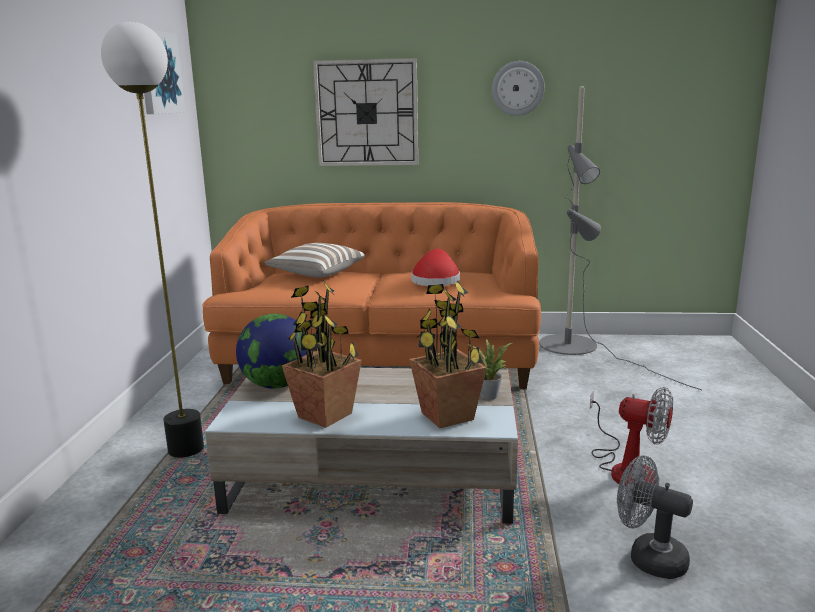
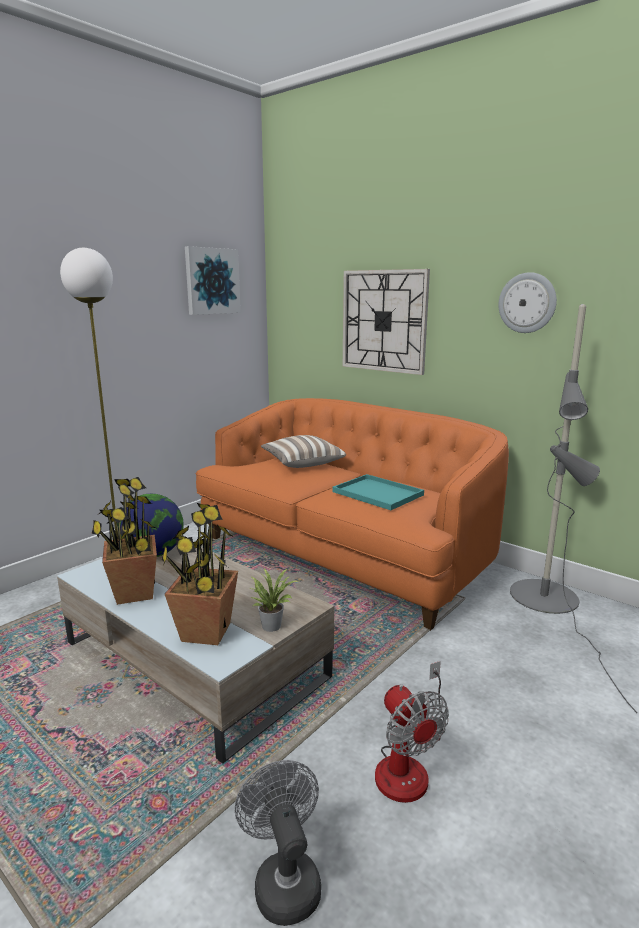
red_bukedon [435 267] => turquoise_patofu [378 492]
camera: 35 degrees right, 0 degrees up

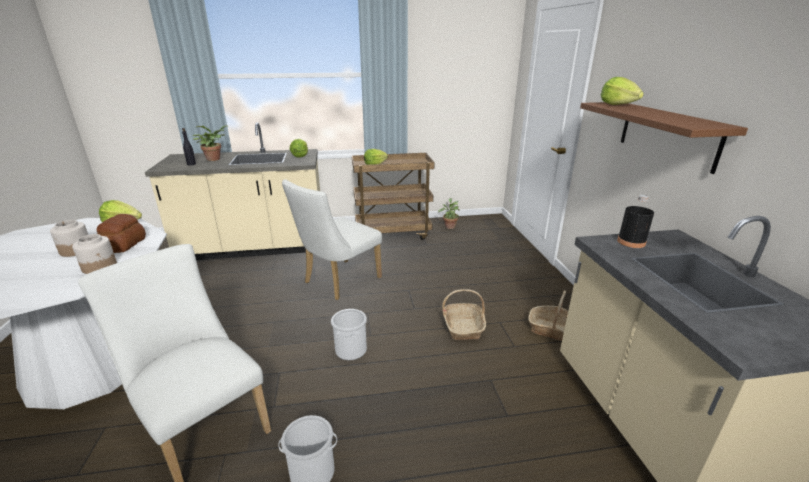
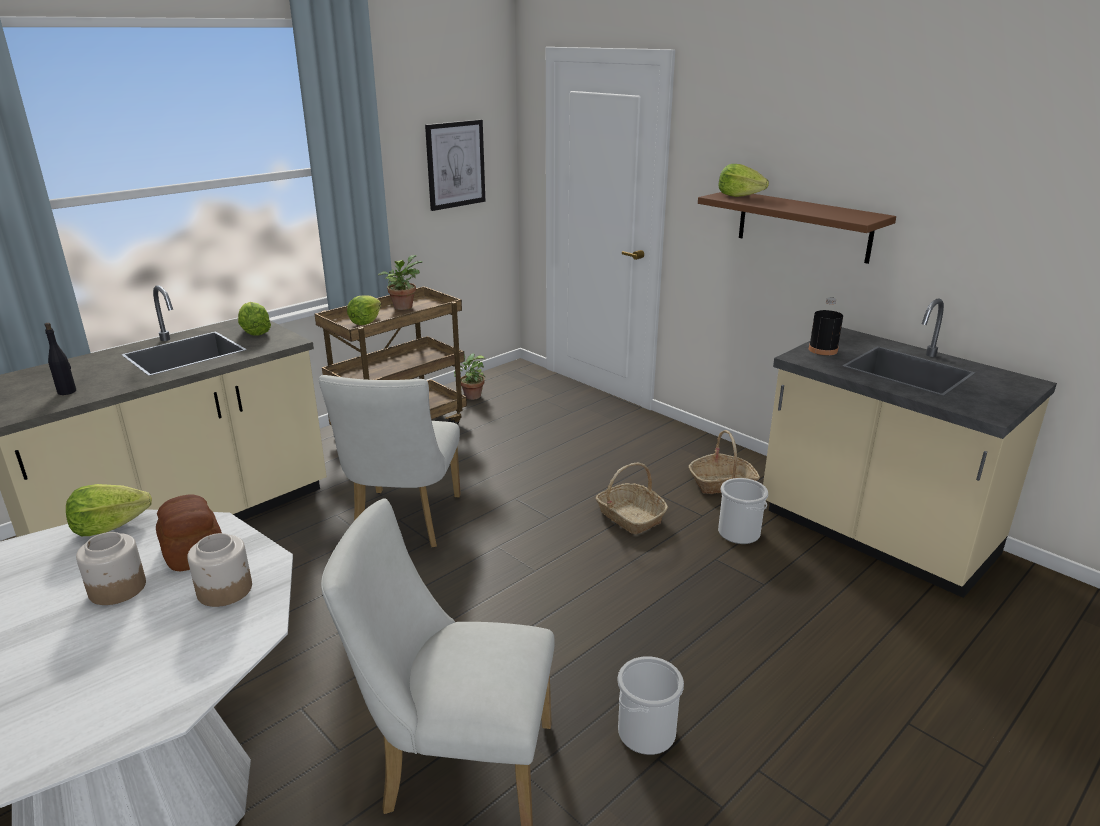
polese [211 143] => polese [400 282], move
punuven [349 334] => punuven [743 511], move
nothing => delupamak [455 165]
camera: 35 degrees left, 0 degrees up

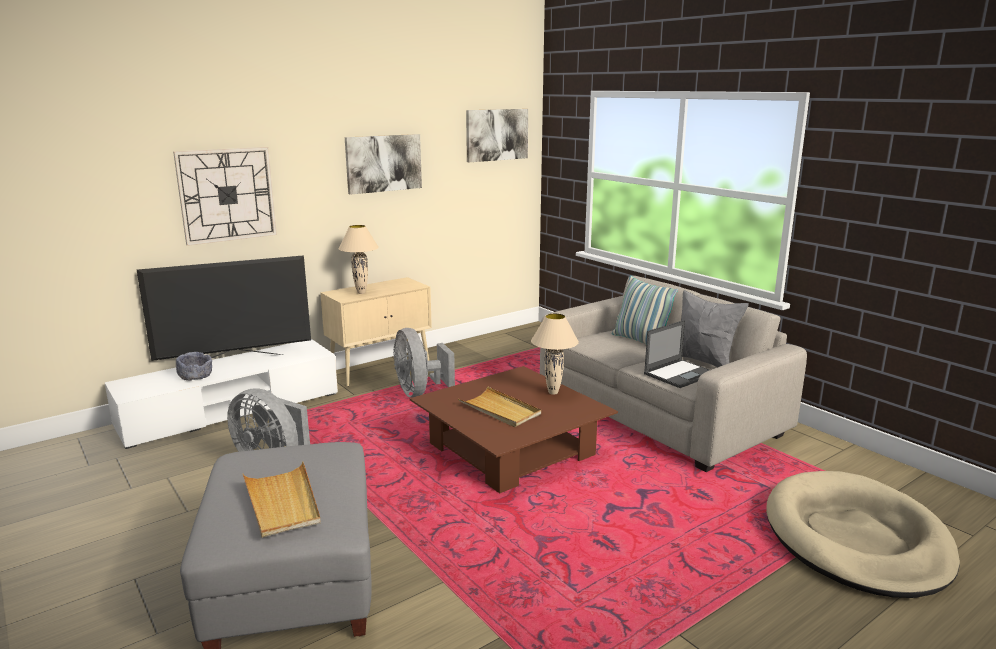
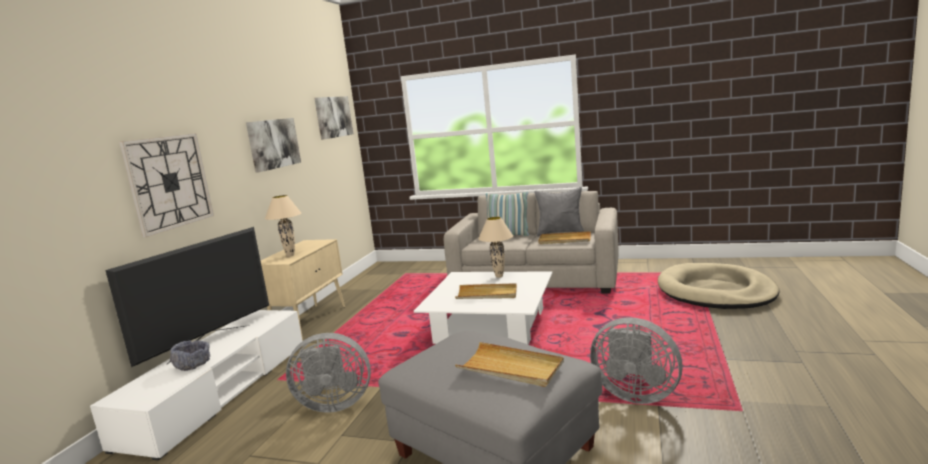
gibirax [676 354] => beige_patofu [564 237]
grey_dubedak [424 362] => grey_dubedak [636 361], move
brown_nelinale [514 429] => white_nelinale [483 308]
camera: 35 degrees left, 5 degrees down

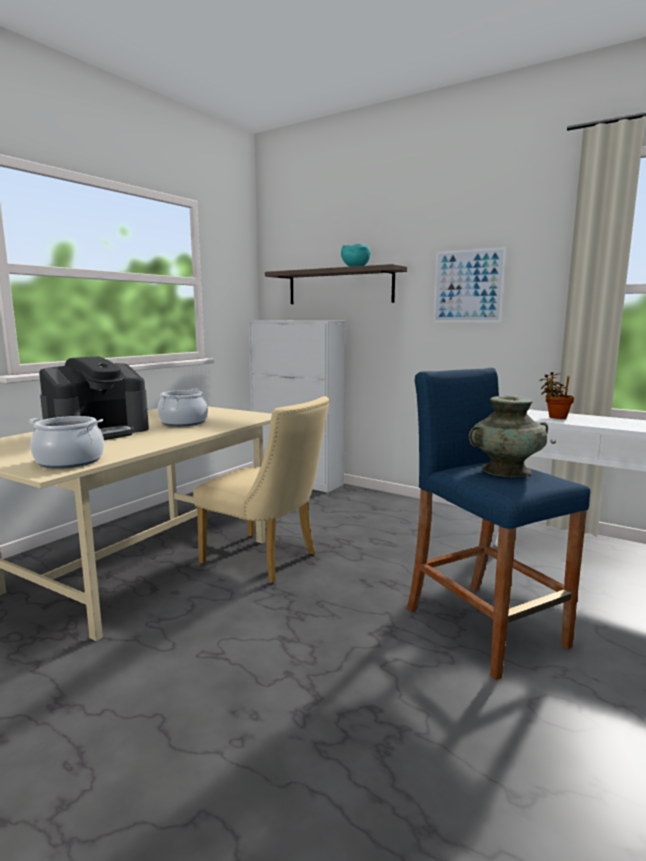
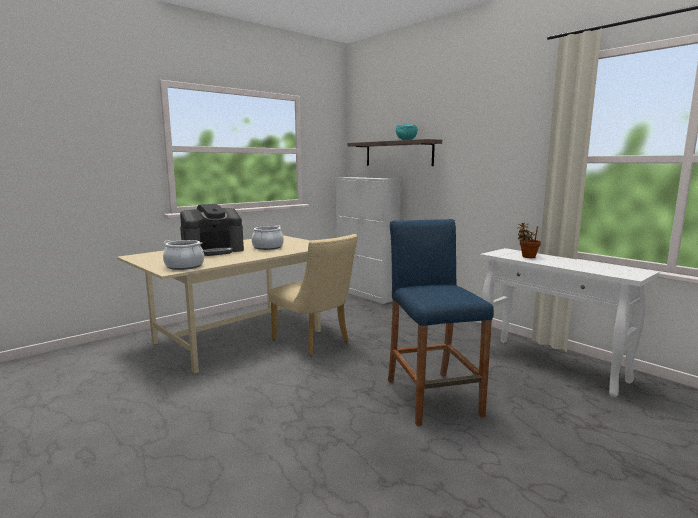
delupamak [470 285] => nothing
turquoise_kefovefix [508 436] => nothing
camera: 15 degrees right, 0 degrees up

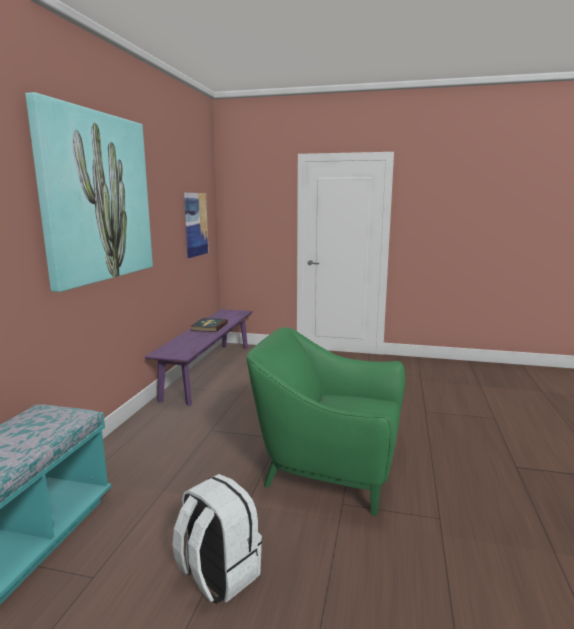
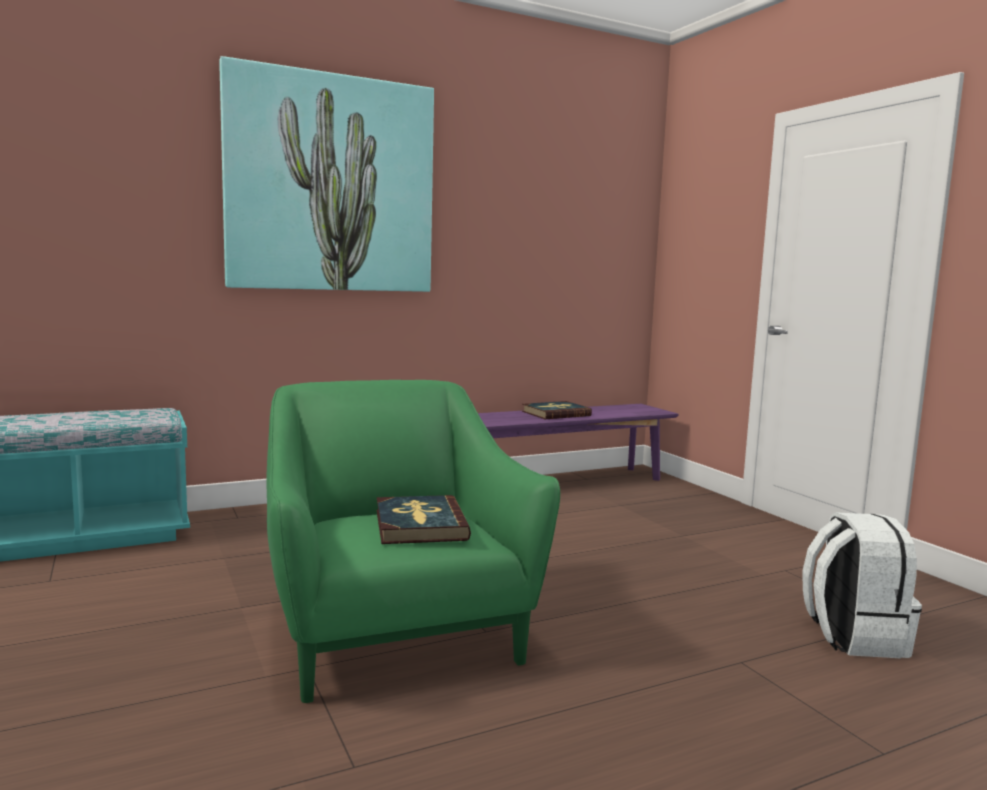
delupamak [196 225] => nothing
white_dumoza [217 539] => white_dumoza [862 585], move
nothing => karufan [424 519]
camera: 50 degrees right, 5 degrees down

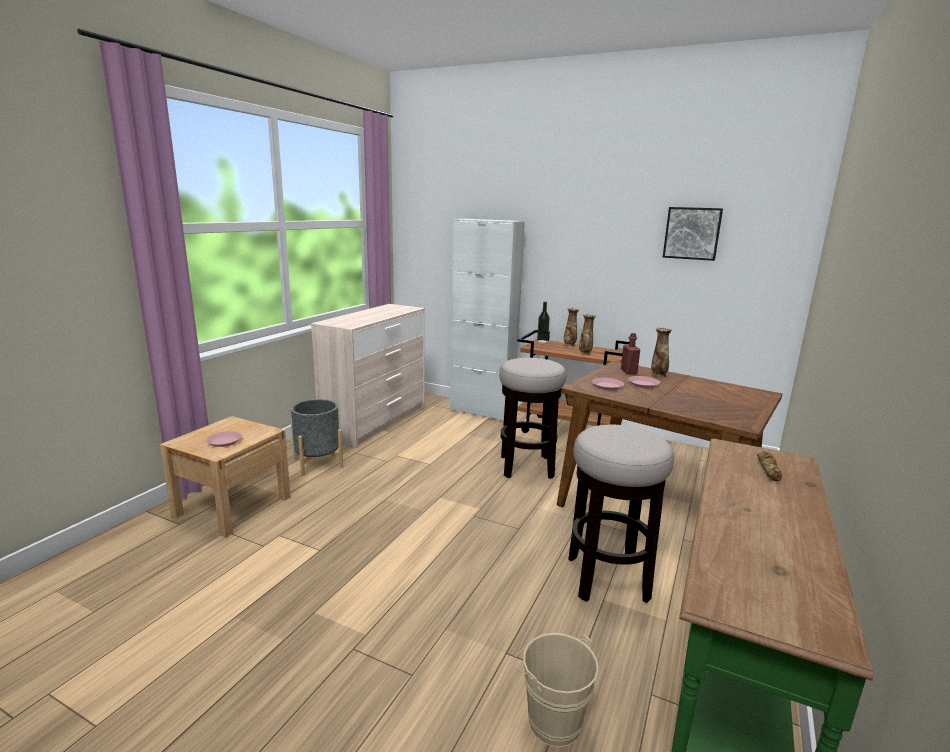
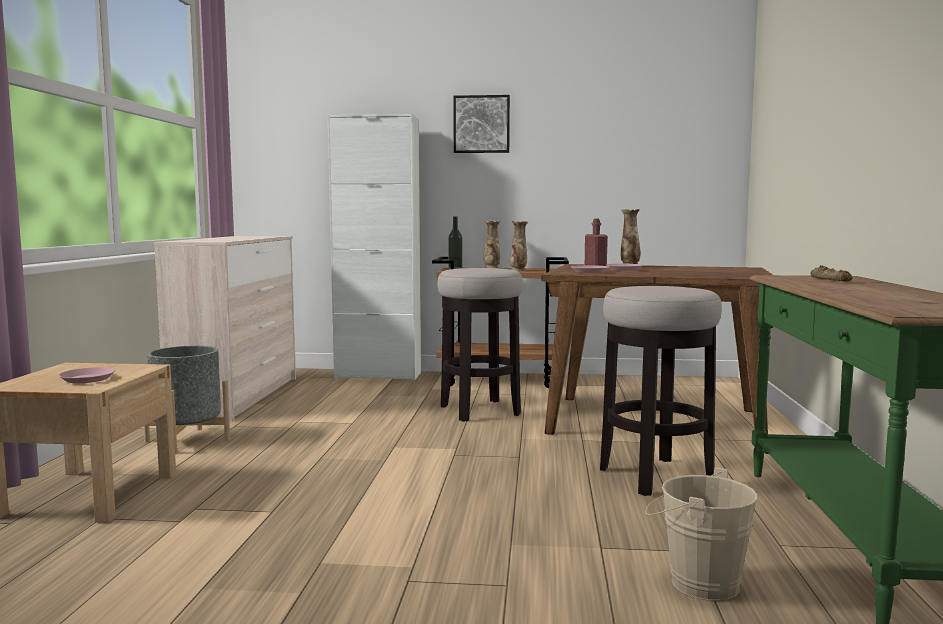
delupamak [693 234] => delupamak [481 124], move
camera: 20 degrees left, 10 degrees down

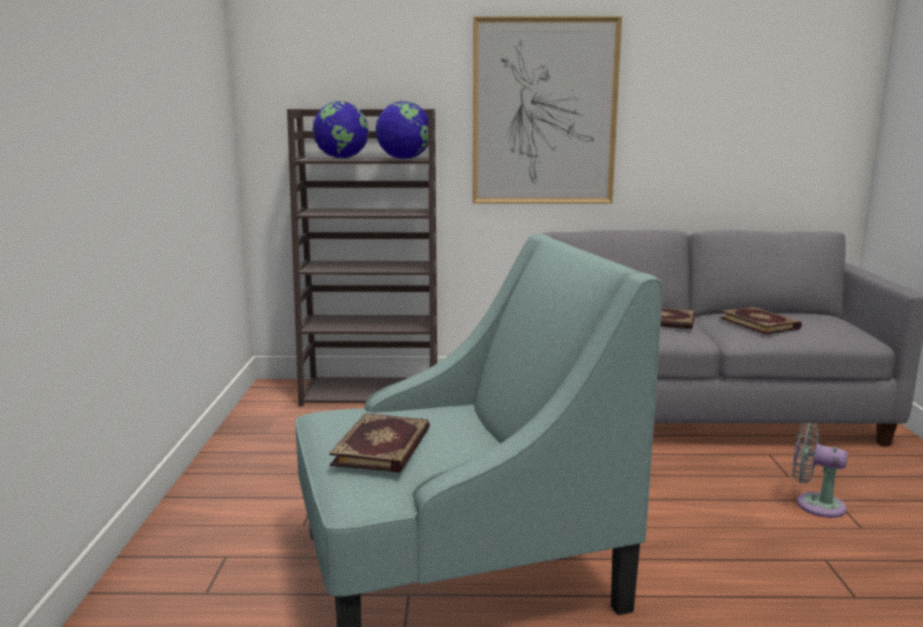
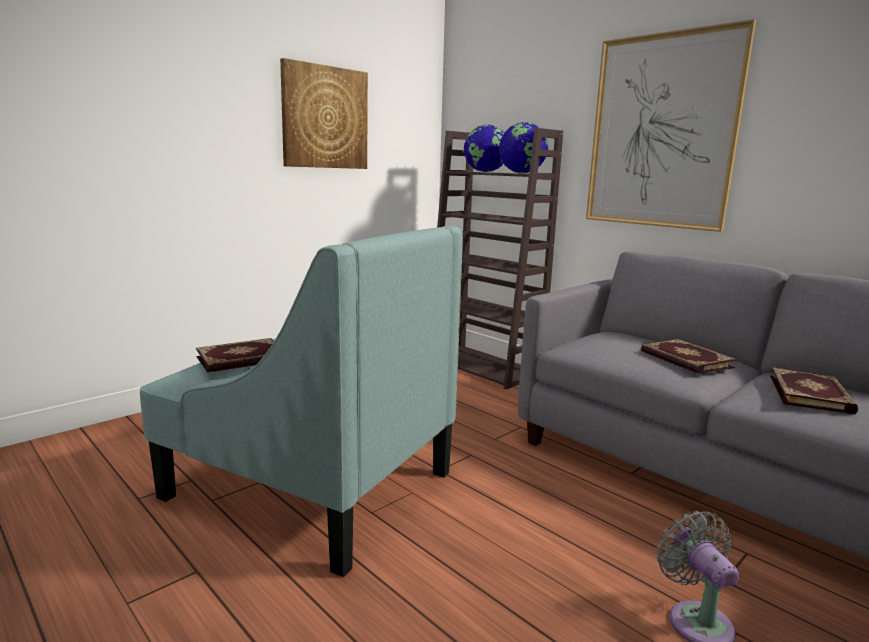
nothing => delupamak [324 113]
camera: 45 degrees right, 0 degrees up

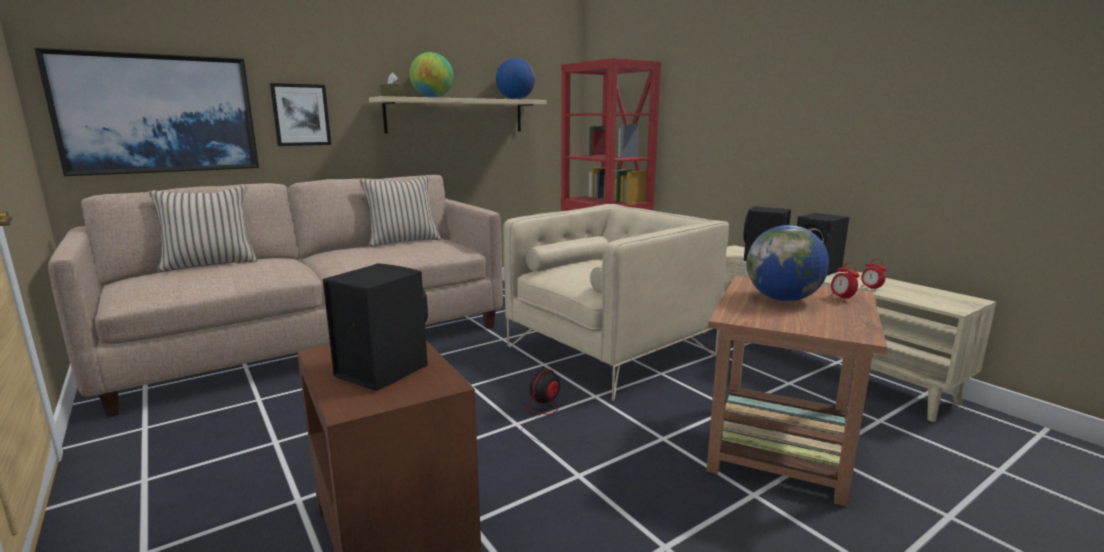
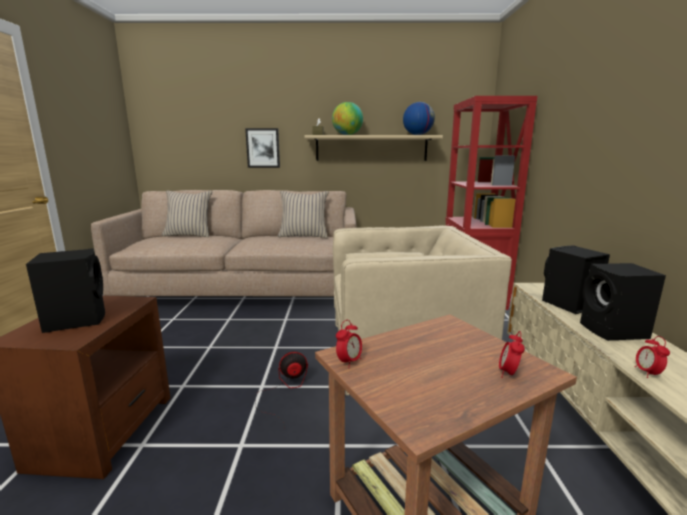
delupamak [146 112] => nothing
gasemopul [787 263] => nothing
nothing => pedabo [349 344]
camera: 35 degrees right, 0 degrees up

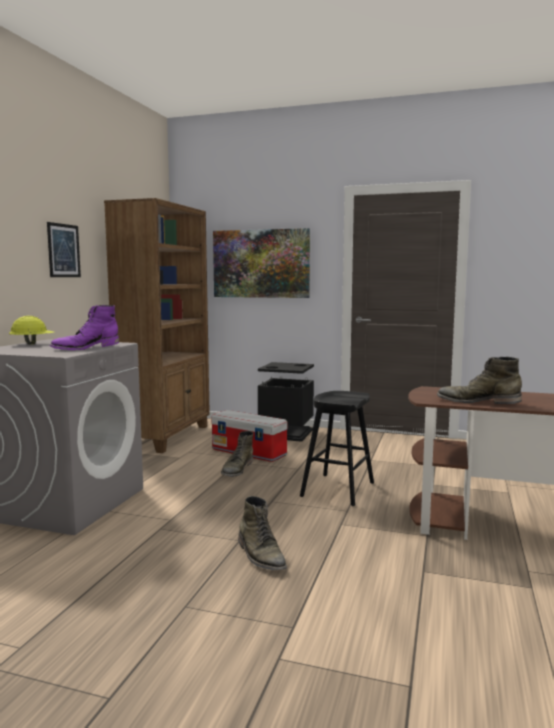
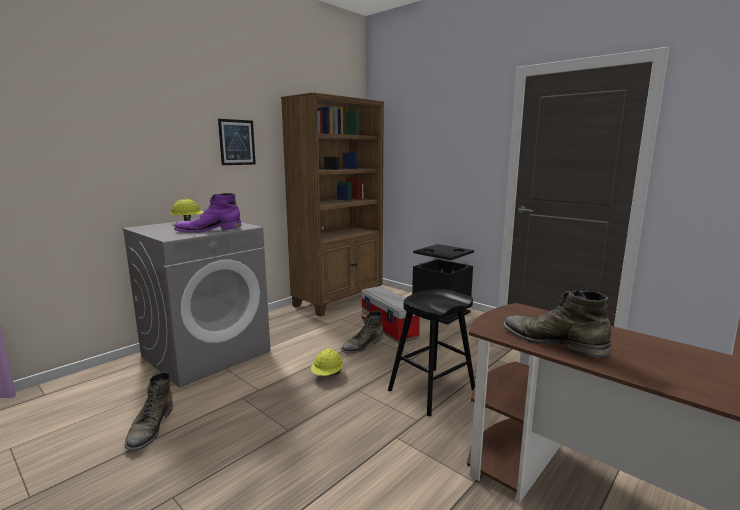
delupamak [261 263] => nothing
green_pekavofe [262 533] => green_pekavofe [148 411], move
nothing => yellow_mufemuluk [327 362]
camera: 25 degrees right, 5 degrees up

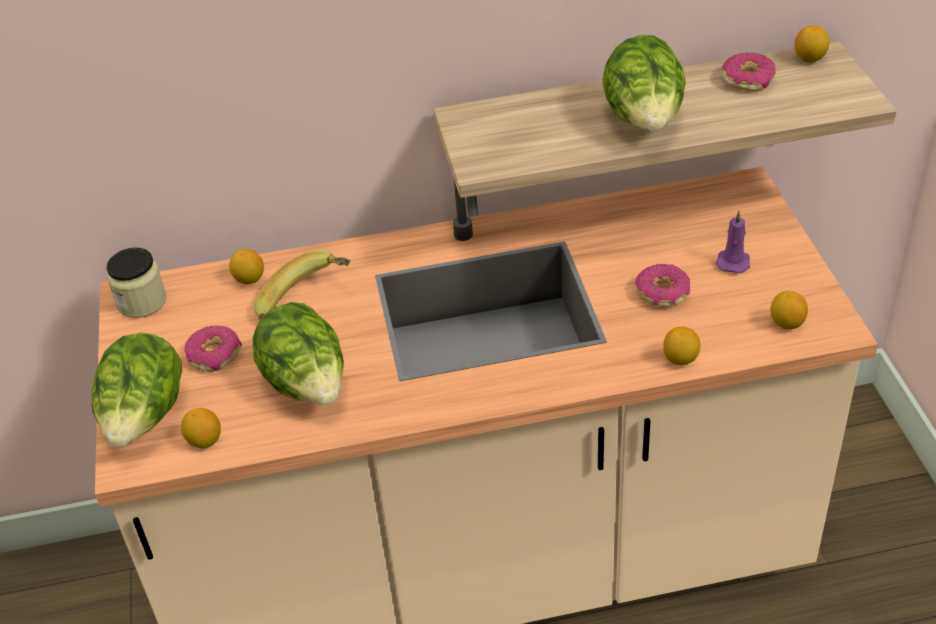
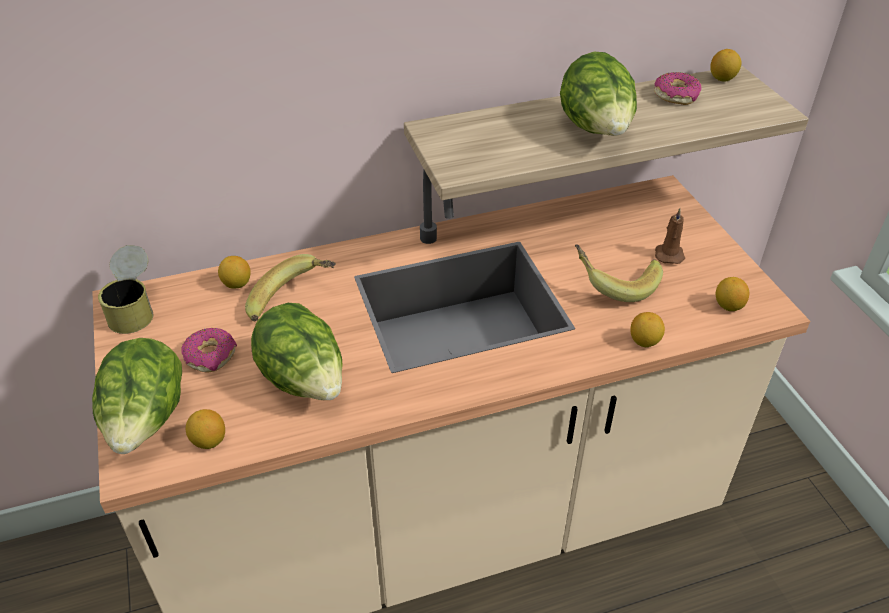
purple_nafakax [733 241] => brown_nafakax [670 236]
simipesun [136 282] => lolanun [126 289]
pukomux [662 285] => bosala [619 273]
camera: 10 degrees left, 0 degrees up

